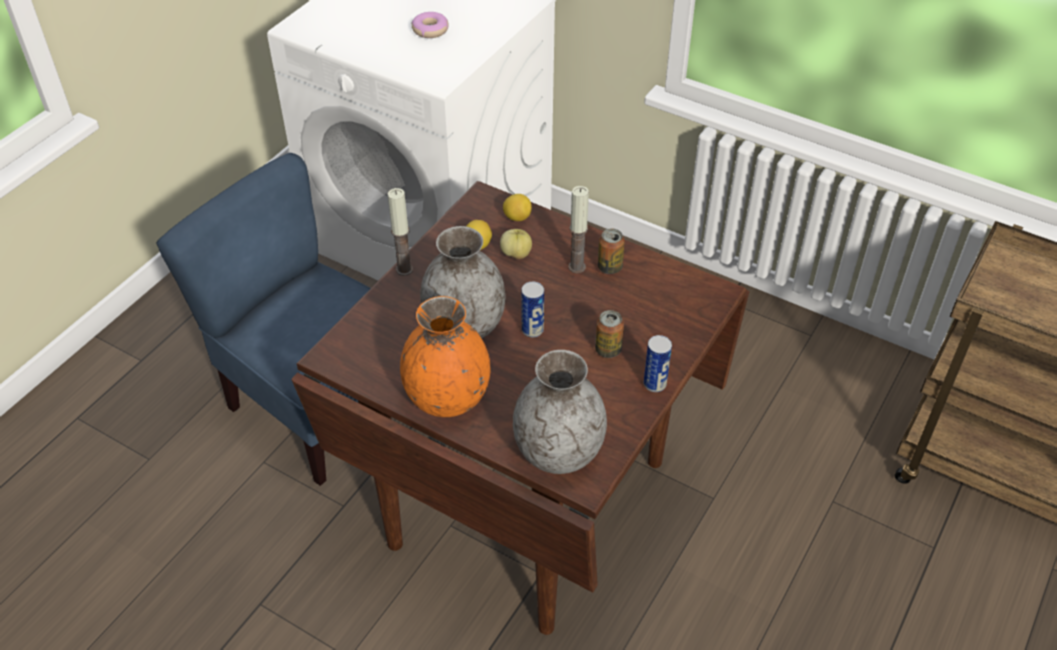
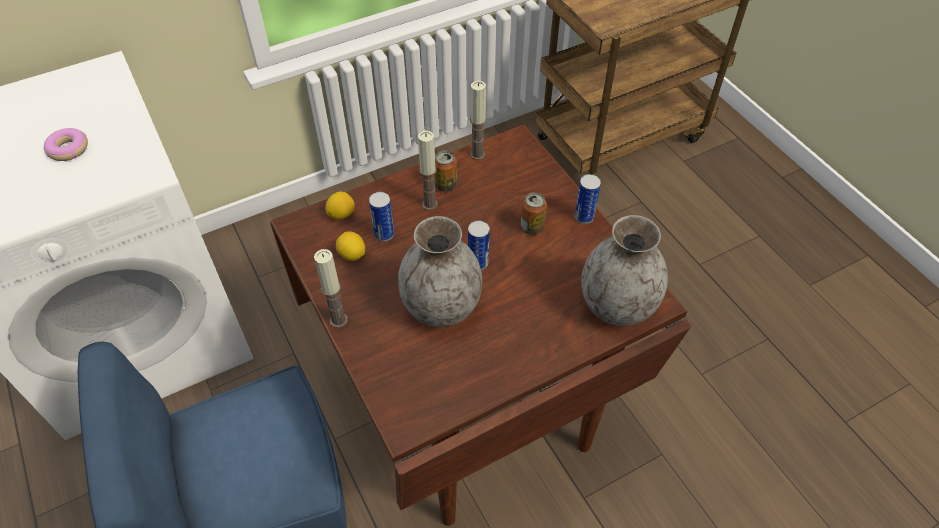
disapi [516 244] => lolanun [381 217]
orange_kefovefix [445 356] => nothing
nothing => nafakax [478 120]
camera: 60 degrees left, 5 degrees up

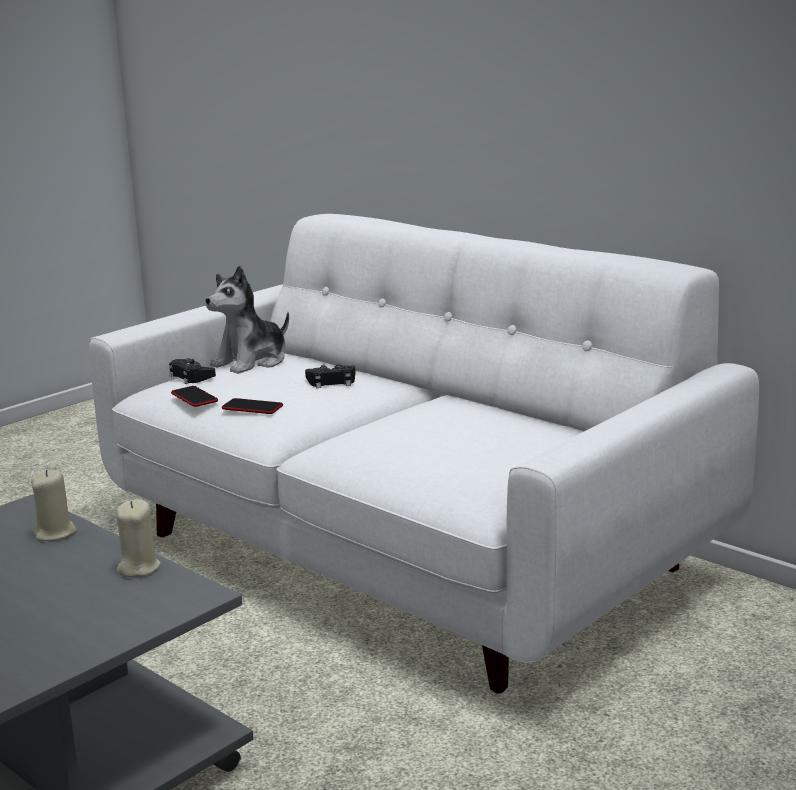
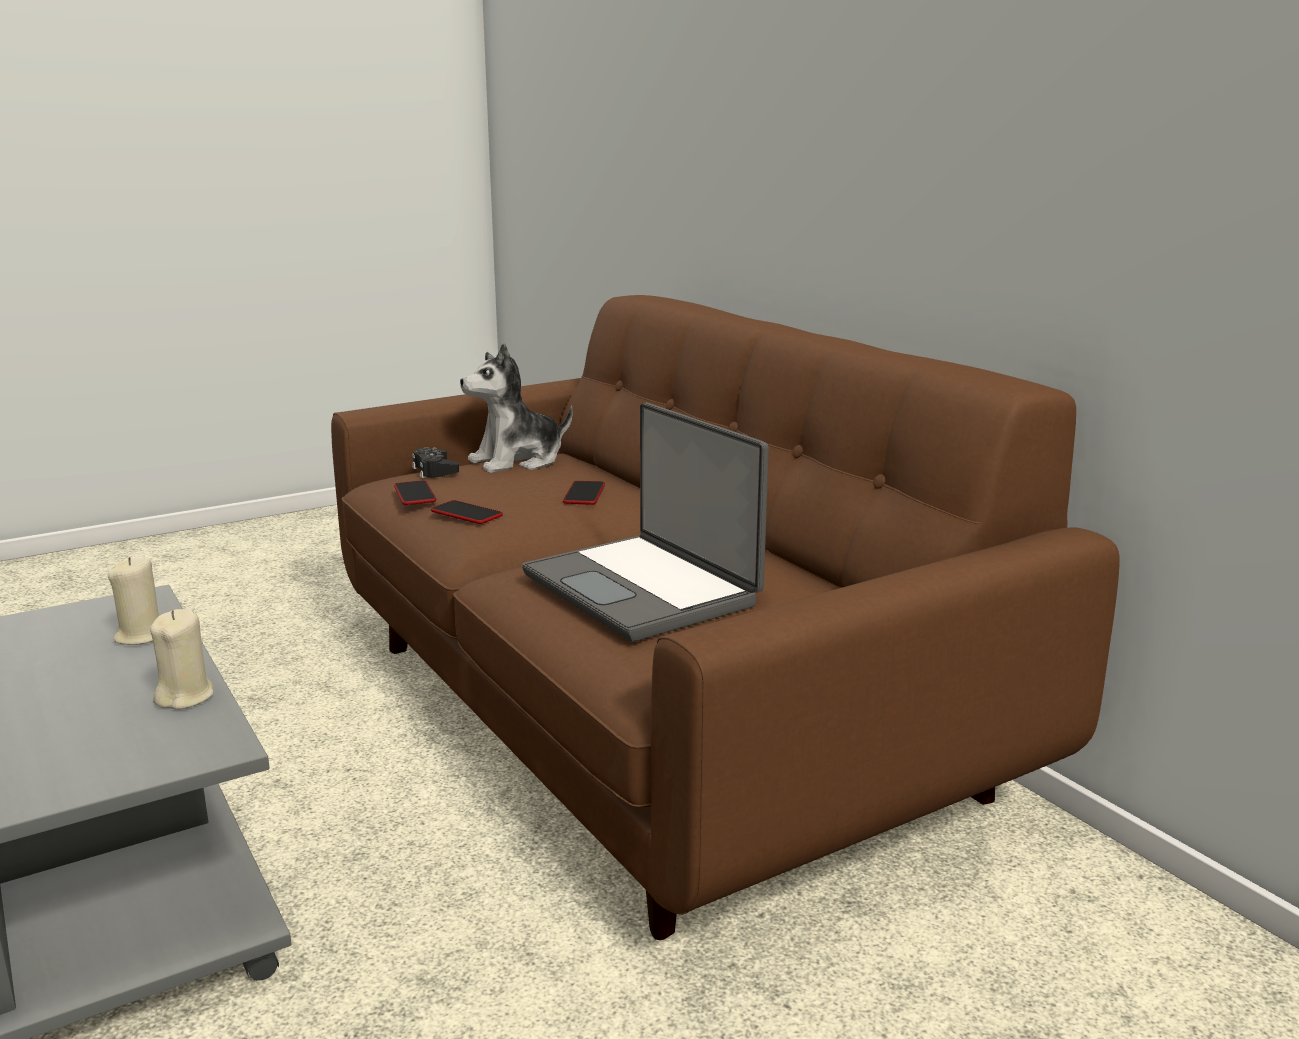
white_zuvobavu [424 454] => brown_zuvobavu [725 617]
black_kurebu [330 375] => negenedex [584 493]
nothing => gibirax [645 522]
camera: 15 degrees right, 0 degrees up

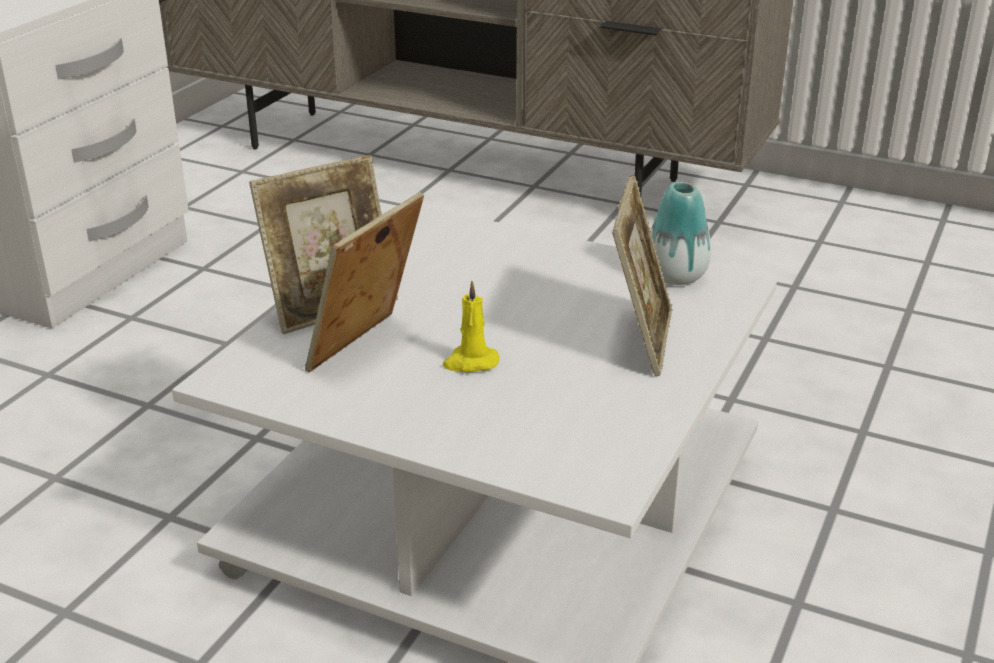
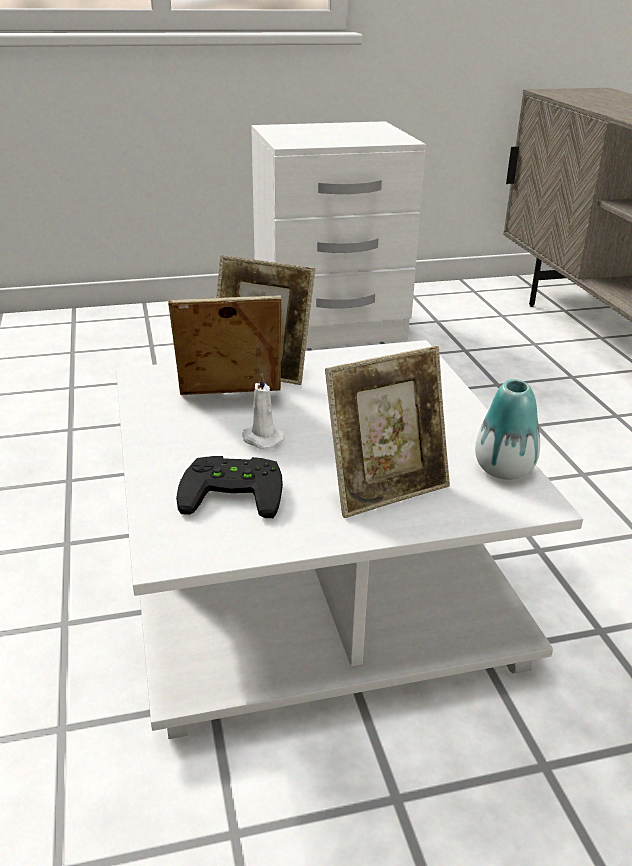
yellow_nafakax [471 326] => white_nafakax [263 410]
nothing => black_kurebu [229 487]
camera: 50 degrees right, 0 degrees up

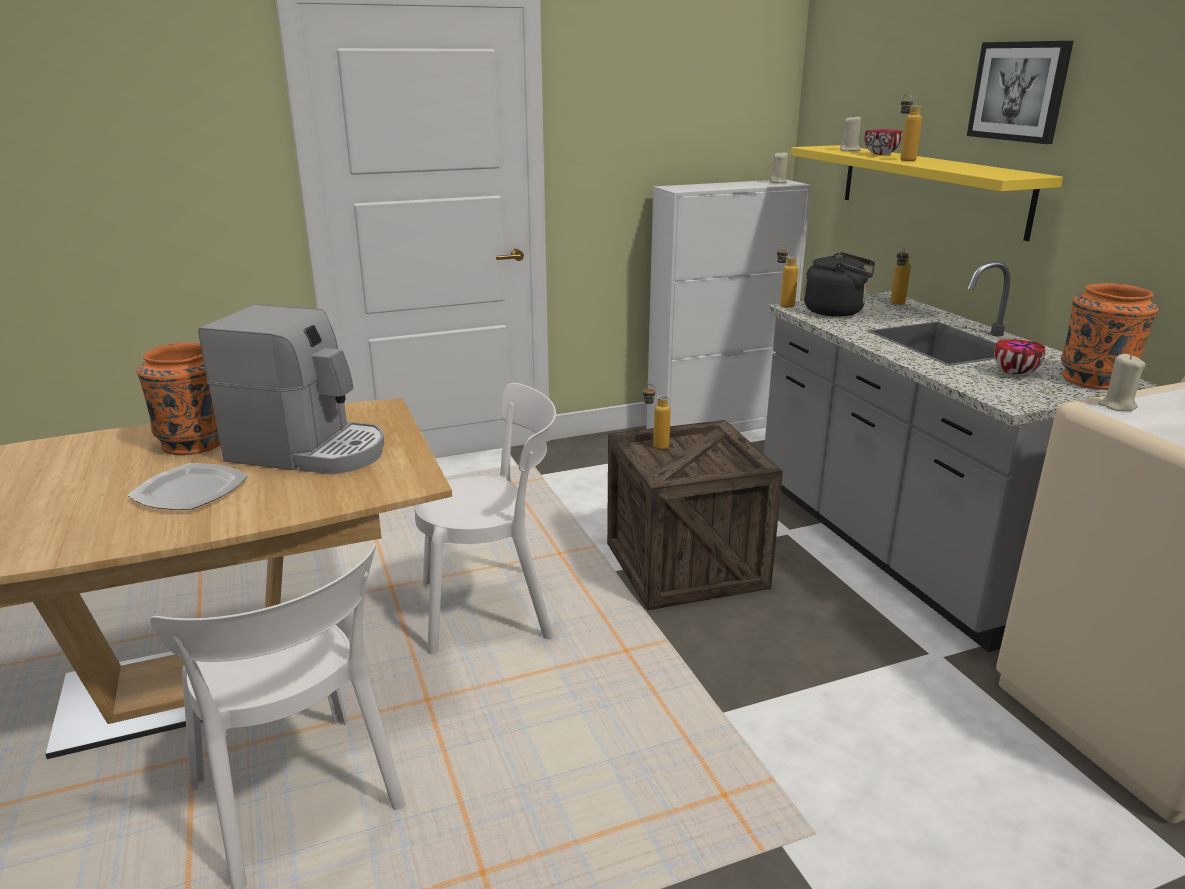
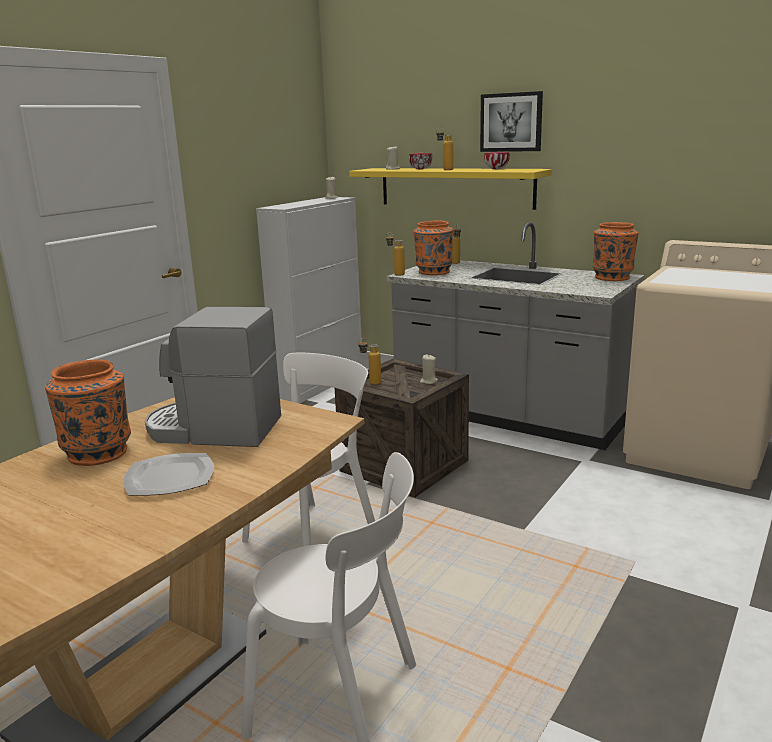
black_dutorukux [839 284] => orange_kefovefix [433 247]
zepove [291 389] => zepove [213 377], 150 degrees counterclockwise
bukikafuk [1019 357] => bukikafuk [497 160], move
beige_nafakax [1122 382] => beige_nafakax [429 369], move
camera: 35 degrees left, 5 degrees down

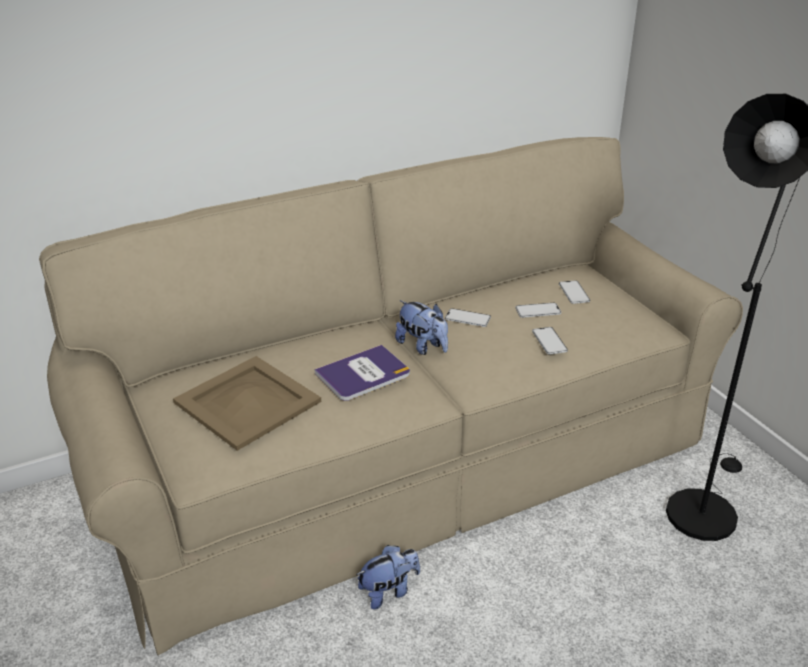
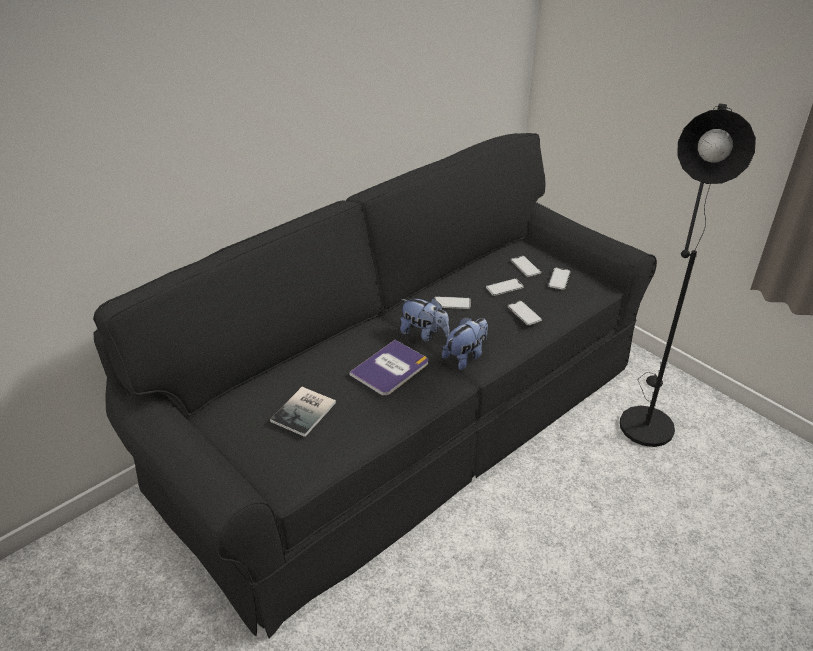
beige_zuvobavu [391 396] => black_zuvobavu [375 386]
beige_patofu [247 403] => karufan [303 412]
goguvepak [388 577] => goguvepak [465 343], move
nothing => negenedex [559 279]
camera: 15 degrees left, 5 degrees up

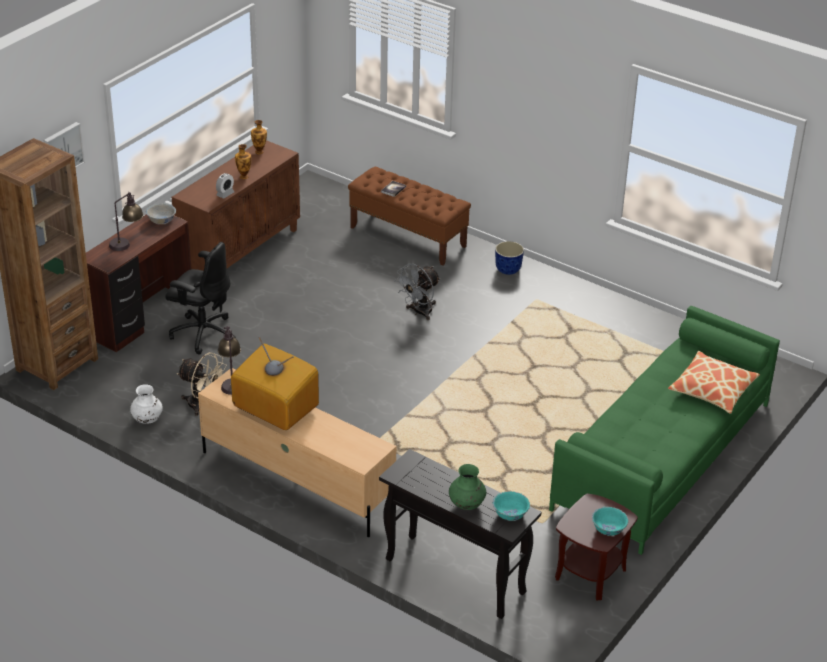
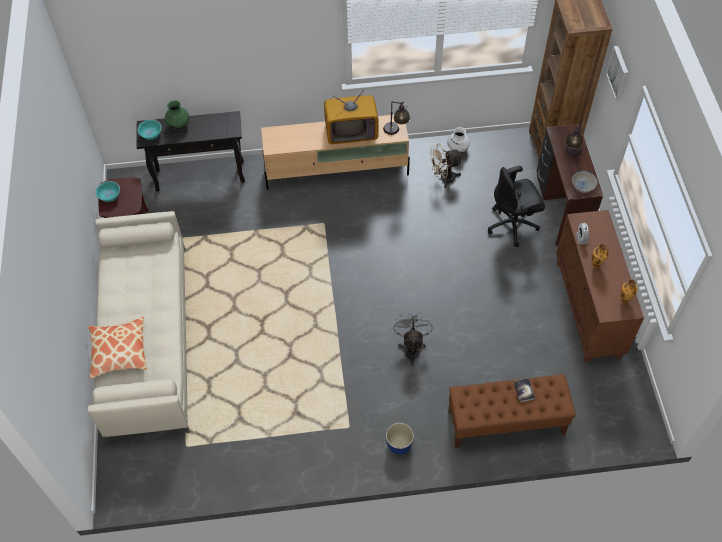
green_zuvobavu [664 430] => beige_zuvobavu [139 327]
camera: 140 degrees right, 20 degrees up

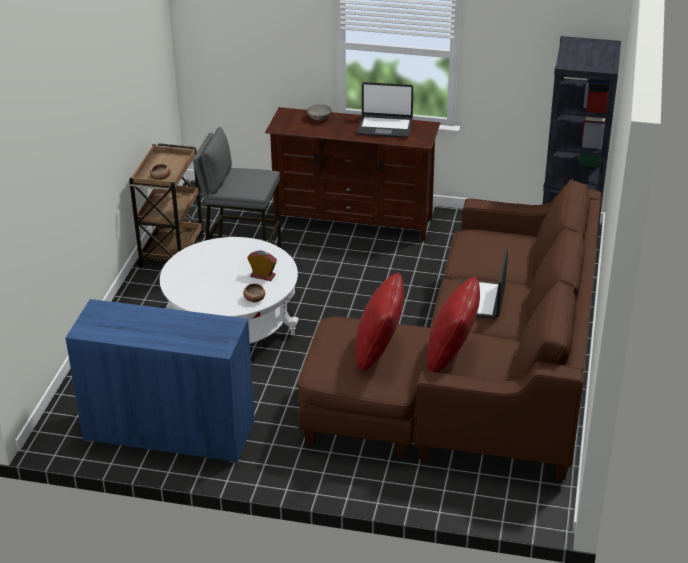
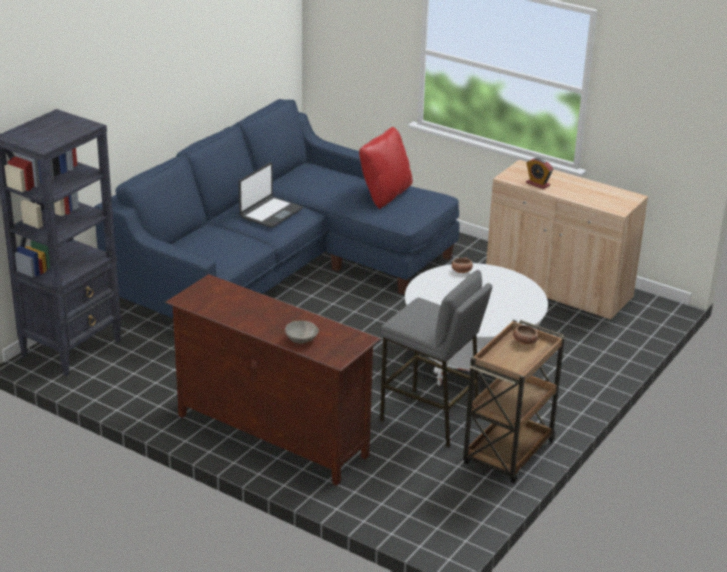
gibirax [385 110] => nothing
brown_zuvobavu [450 329] => blue_zuvobavu [277 208]
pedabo [262 266] => pedabo [539 173], move
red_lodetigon [453 324] => nothing
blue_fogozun [160 381] => beige_fogozun [567 240]
camera: 160 degrees left, 5 degrees down

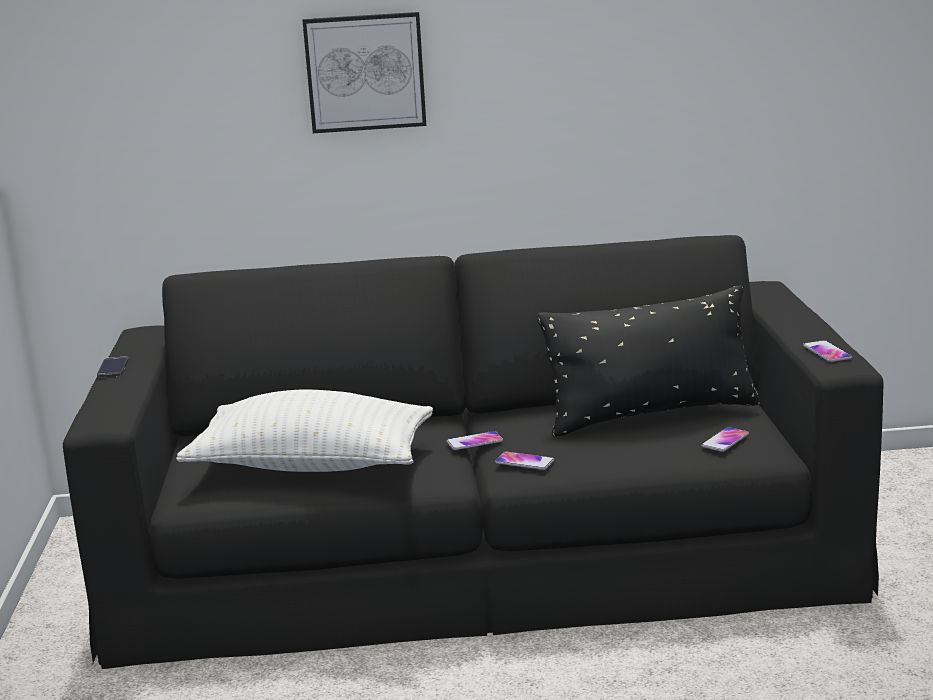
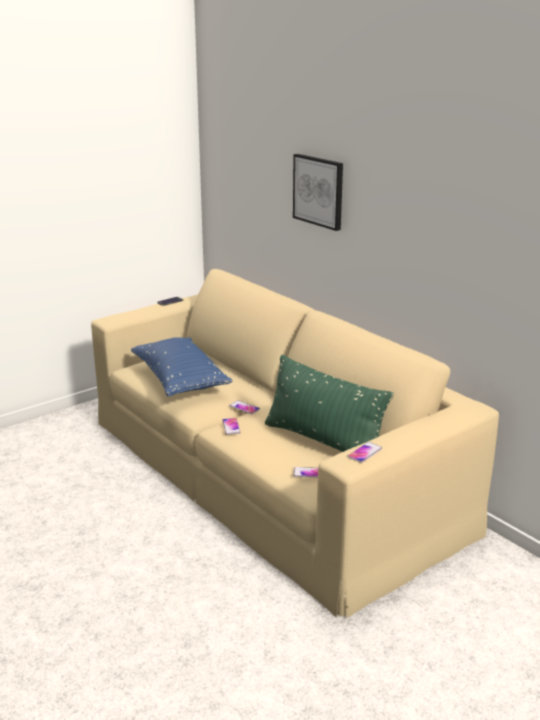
black_zuvobavu [473 452] => beige_zuvobavu [295 443]
black_lodetigon [649 361] => green_lodetigon [329 403]
white_lodetigon [304 431] => blue_lodetigon [182 367]
camera: 55 degrees right, 5 degrees up

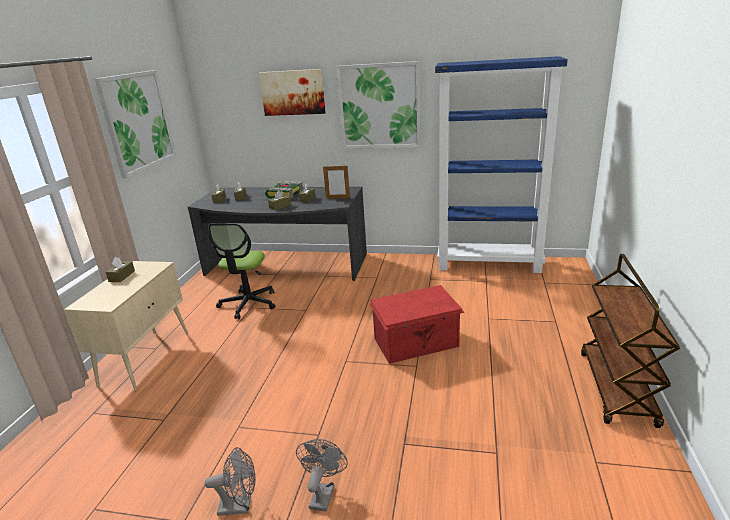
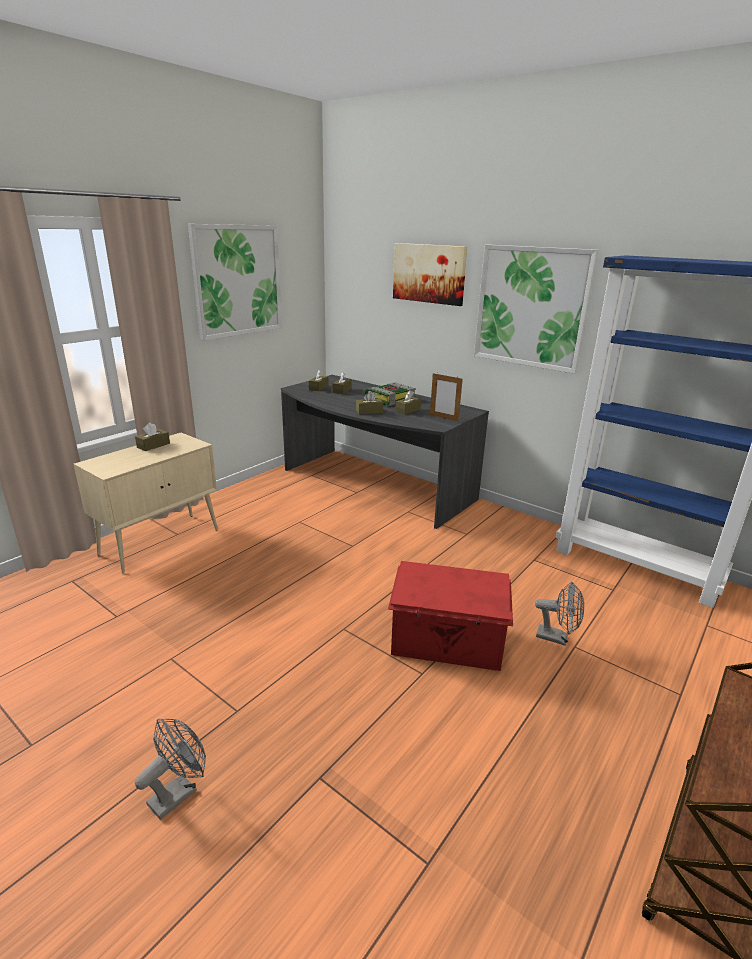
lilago [242 271] => nothing
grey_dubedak [230 481] => grey_dubedak [559 614], move
camera: 25 degrees right, 0 degrees up

